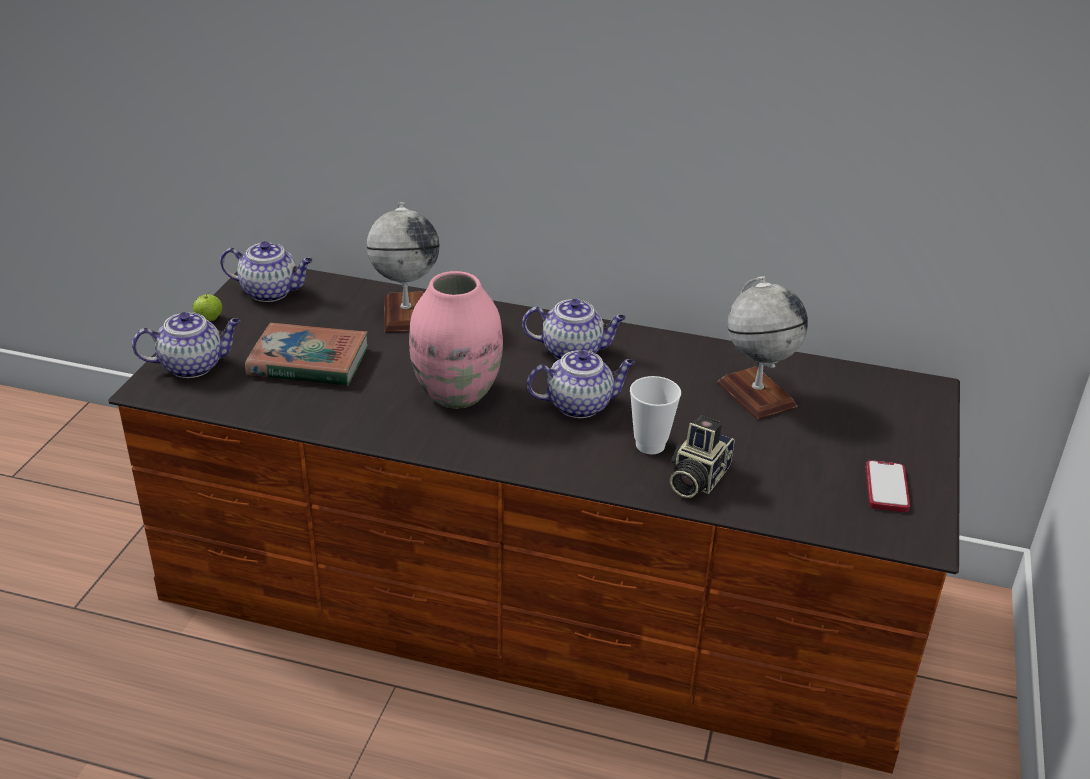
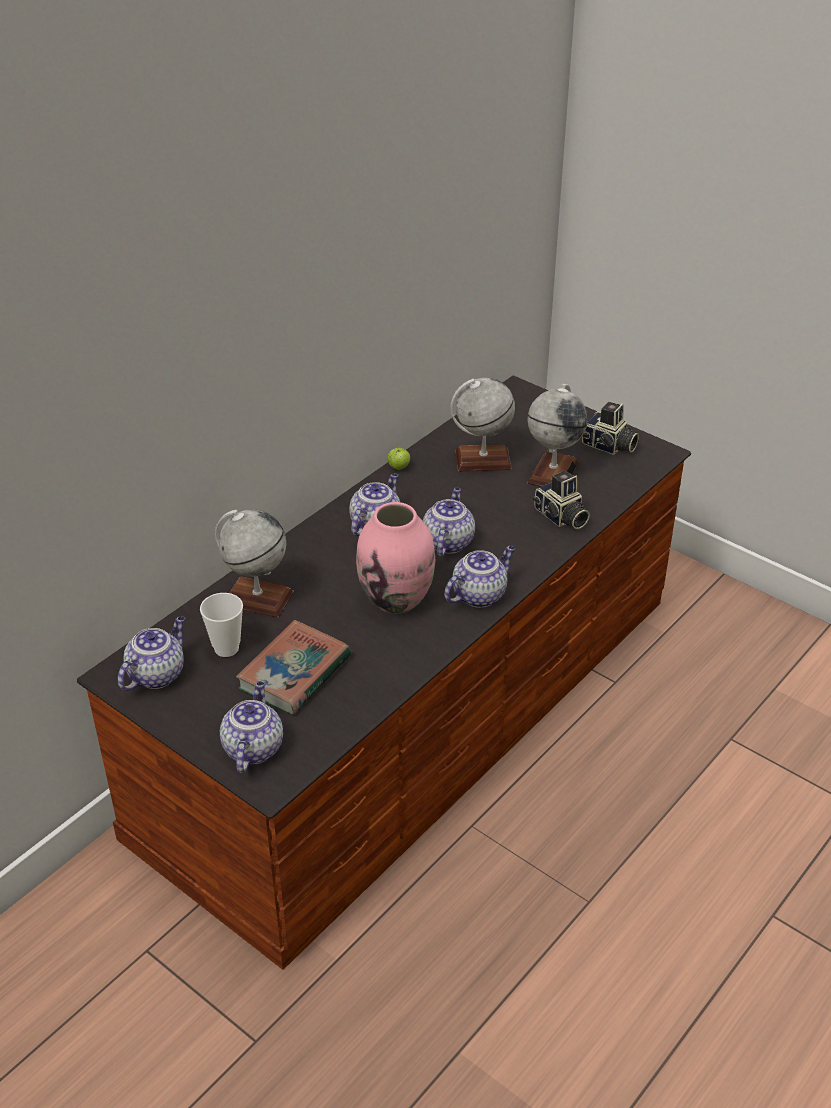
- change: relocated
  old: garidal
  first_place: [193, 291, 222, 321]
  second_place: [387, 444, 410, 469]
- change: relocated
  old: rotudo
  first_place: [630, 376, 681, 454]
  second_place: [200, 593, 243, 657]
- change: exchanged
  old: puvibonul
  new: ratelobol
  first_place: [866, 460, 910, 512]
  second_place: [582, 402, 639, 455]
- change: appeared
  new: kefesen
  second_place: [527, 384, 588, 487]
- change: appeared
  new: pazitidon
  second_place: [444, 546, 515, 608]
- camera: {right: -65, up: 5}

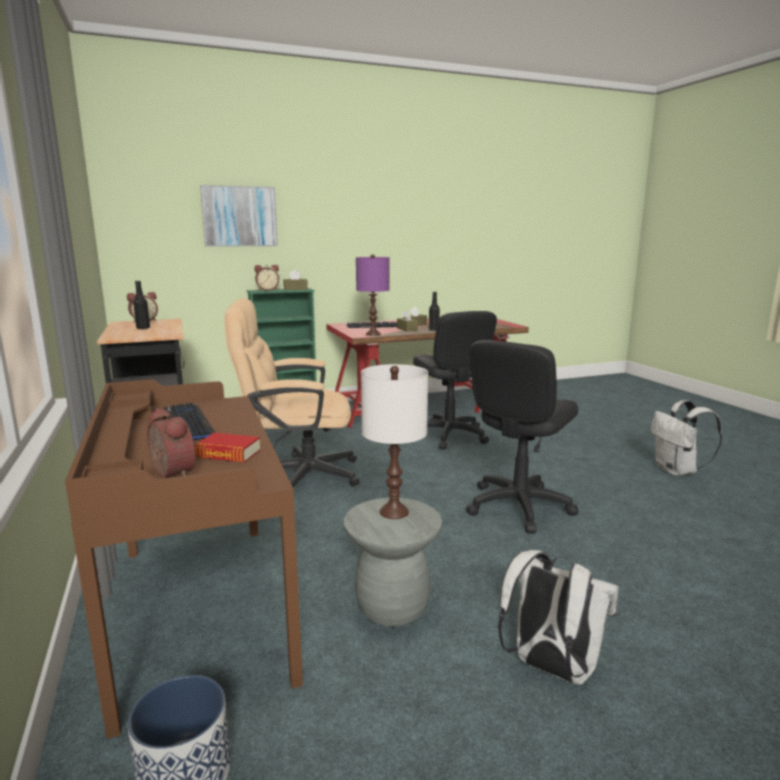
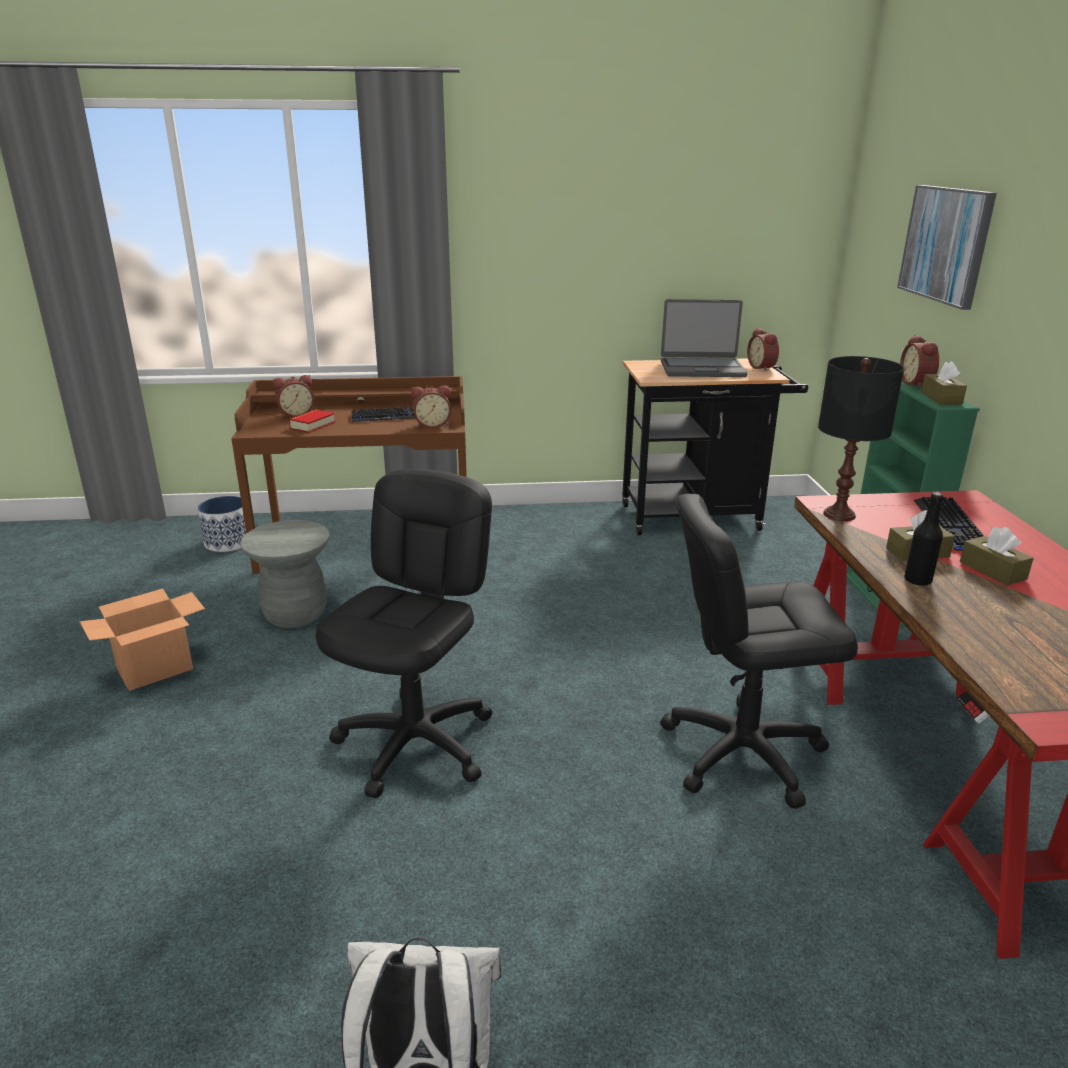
- change: colour
  old: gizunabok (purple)
  new: gizunabok (black)
  first_place: [356, 254, 390, 336]
  second_place: [818, 356, 904, 521]
- change: exchanged
  old: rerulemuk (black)
  new: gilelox
  first_place: [133, 281, 150, 329]
  second_place: [661, 299, 748, 377]
- change: missing
  old: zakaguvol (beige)
  first_place: [224, 298, 359, 487]
- change: spun
  old: zakaguvol (black)
  first_place: [466, 340, 578, 533]
  second_place: [316, 469, 492, 798]
  degrees: 60
- change: missing
  old: gizunabok (white)
  first_place: [361, 364, 428, 519]
- change: exchanged
  old: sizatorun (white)
  new: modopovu
  first_place: [498, 550, 619, 685]
  second_place: [80, 589, 205, 691]
- change: appeared
  new: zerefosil
  second_place: [411, 385, 451, 428]
- camera: {right: 105, up: 10}

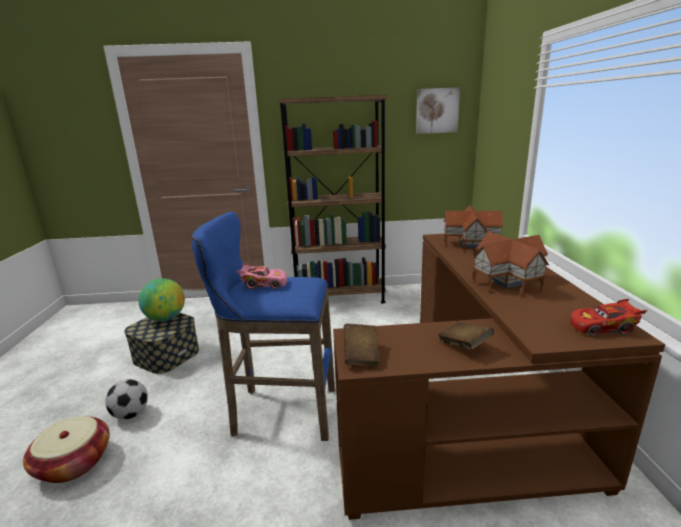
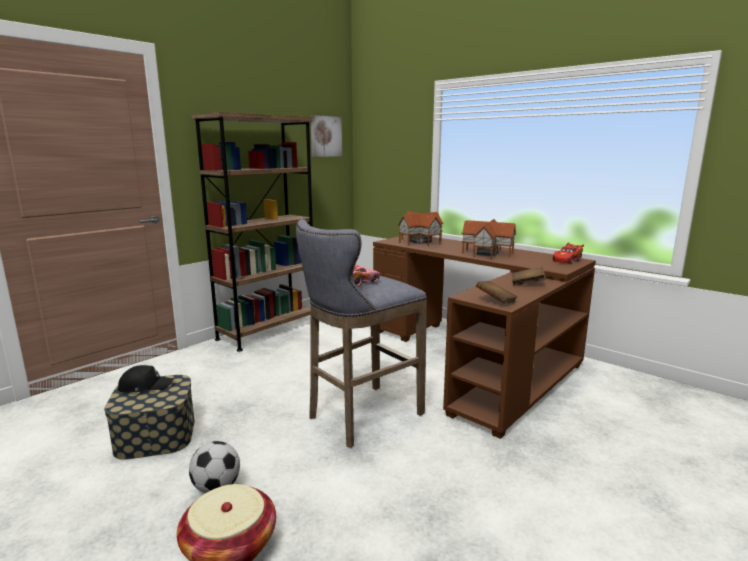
- change: colour
  old: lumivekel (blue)
  new: lumivekel (grey)
  first_place: [191, 212, 335, 441]
  second_place: [296, 219, 427, 448]
- change: exchanged
  old: kefesen
  new: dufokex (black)
  first_place: [138, 278, 185, 321]
  second_place: [117, 365, 174, 393]
- camera: {right: -45, up: -5}

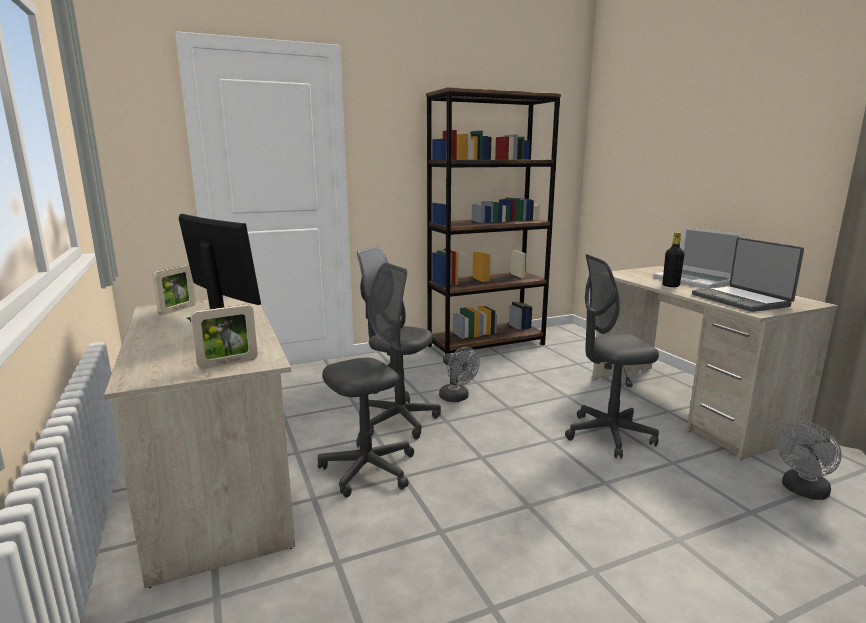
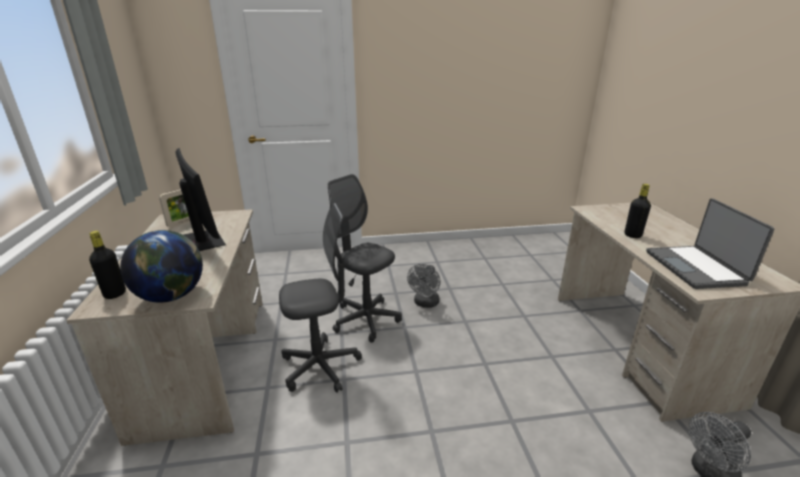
- change: missing
  old: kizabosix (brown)
  first_place: [426, 87, 561, 355]
- change: missing
  old: gilelox
  first_place: [653, 228, 742, 289]
- change: missing
  old: zakaguvol (grey)
  first_place: [565, 254, 659, 459]
- change: exchanged
  old: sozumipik
  new: kefesen
  first_place: [191, 304, 258, 369]
  second_place: [120, 230, 203, 303]
- change: spun
  old: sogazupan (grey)
  first_place: [439, 347, 480, 402]
  second_place: [407, 264, 440, 308]
  degrees: 45
- change: appeared
  new: rerulemuk (black)
  second_place: [89, 231, 126, 299]
- camera: {right: 15, up: 10}

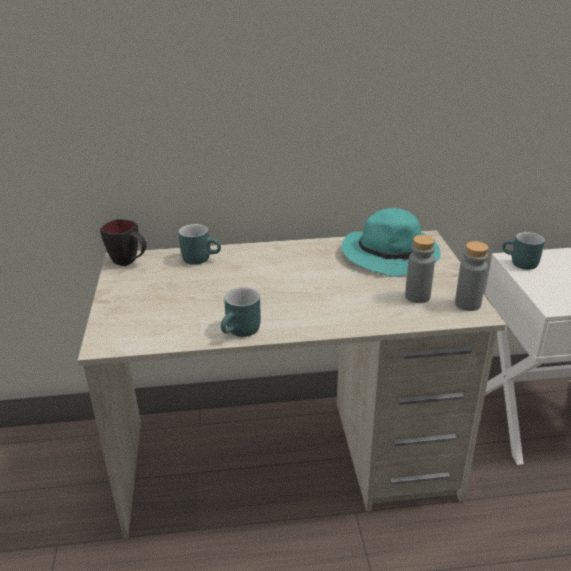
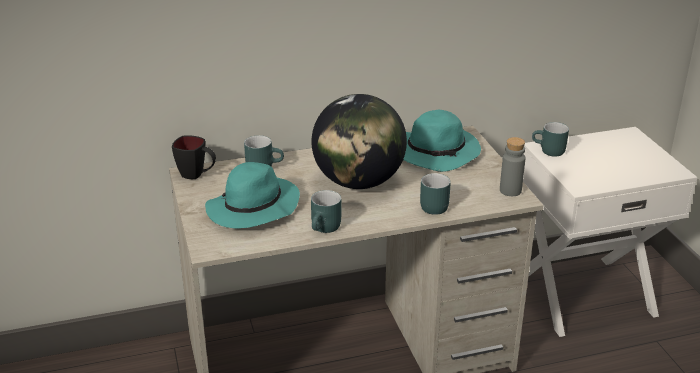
- change: missing
  old: rerulemuk (grey)
  first_place: [405, 235, 435, 303]
- change: appeared
  new: kefesen
  second_place: [312, 94, 407, 189]
- change: appeared
  new: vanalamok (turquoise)
  second_place: [205, 162, 300, 228]
- change: appeared
  new: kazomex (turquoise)
  second_place: [420, 173, 451, 215]
- camera: {right: -10, up: 0}

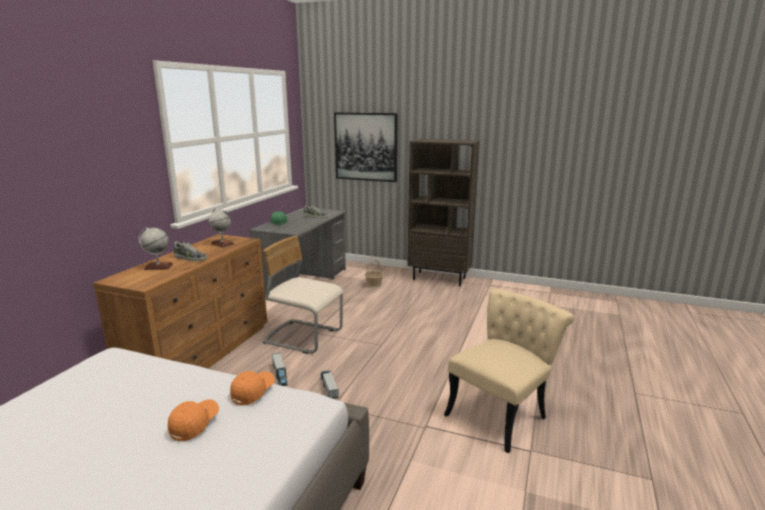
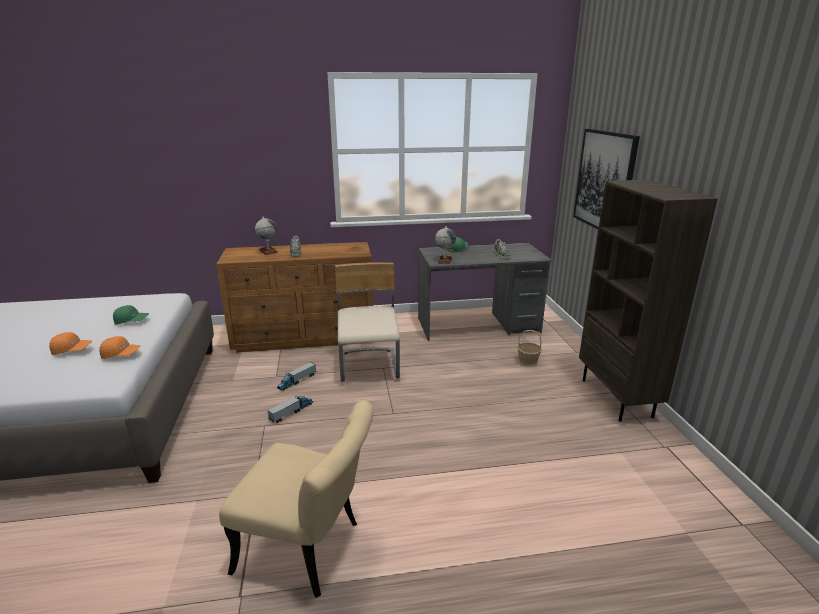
- change: relocated
  old: kefesen
  first_place: [209, 208, 234, 248]
  second_place: [435, 226, 456, 264]
- change: appeared
  new: dufokex (green)
  second_place: [113, 305, 149, 325]
- camera: {right: 60, up: 5}

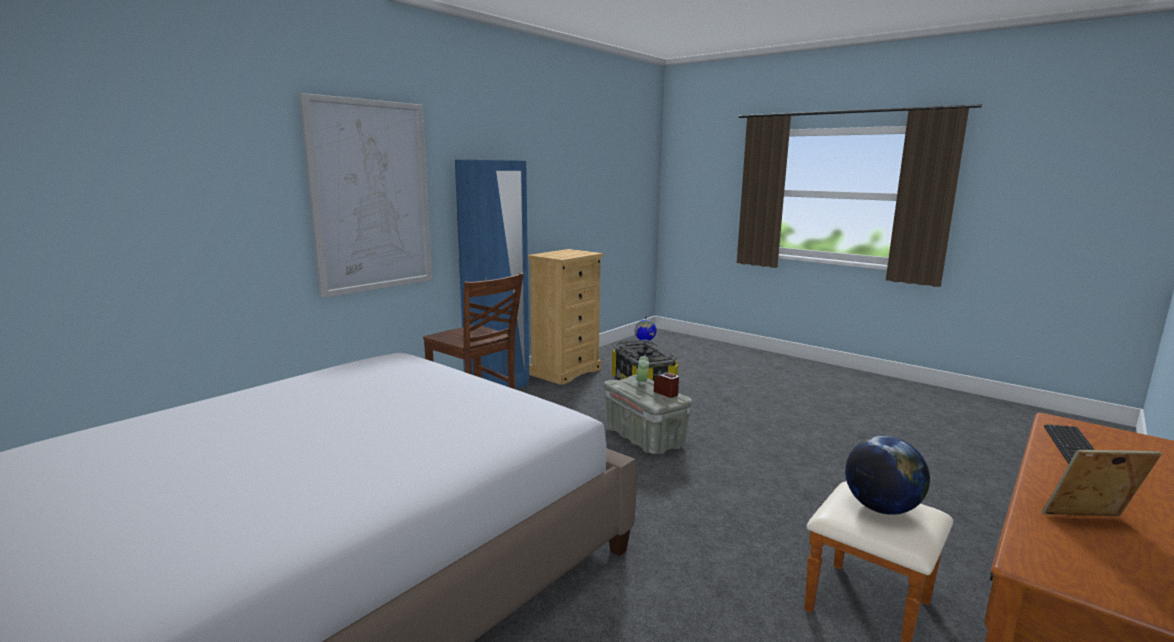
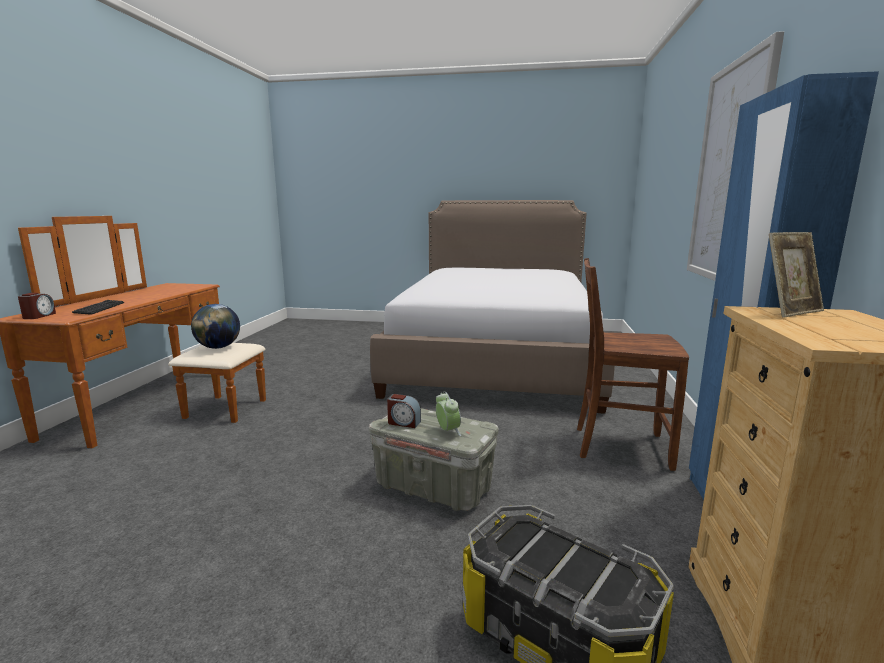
- change: missing
  old: kefesen
  first_place: [635, 316, 656, 355]
- change: relocated
  old: sozumipik
  first_place: [1042, 450, 1162, 517]
  second_place: [769, 232, 824, 318]
- change: appeared
  new: zerefosil
  second_place: [18, 293, 56, 319]
- camera: {right: 150, up: 0}

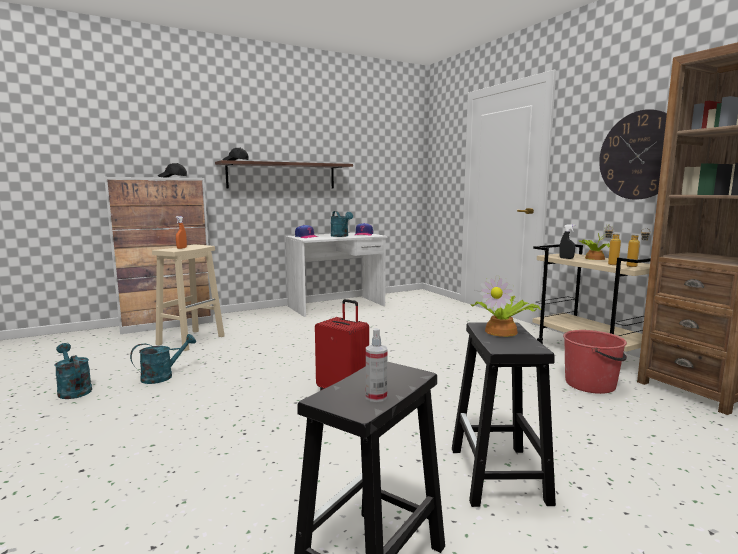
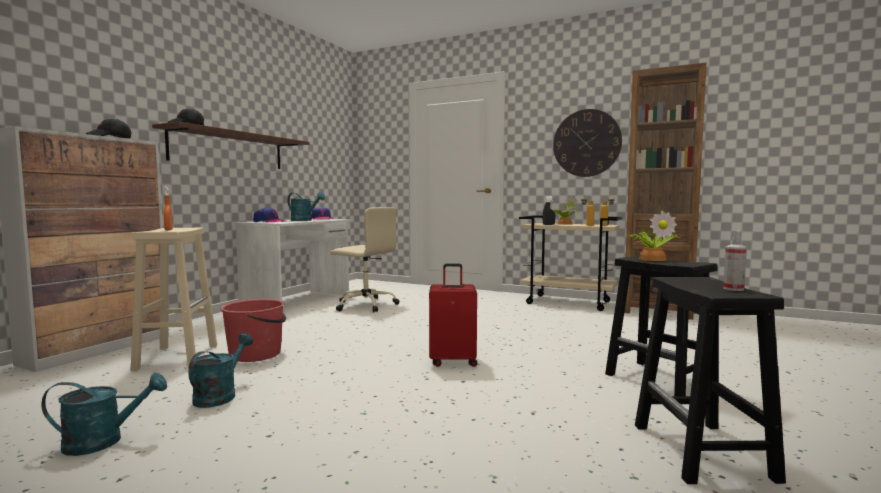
- change: relocated
  old: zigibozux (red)
  first_place: [563, 330, 627, 394]
  second_place: [221, 299, 286, 362]
- change: spun
  old: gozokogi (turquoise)
  first_place: [55, 343, 92, 399]
  second_place: [41, 373, 167, 456]
  degrees: 150
- change: appeared
  new: zakaguvol (beige)
  second_place: [330, 207, 399, 312]
- camera: {right: -35, up: -5}

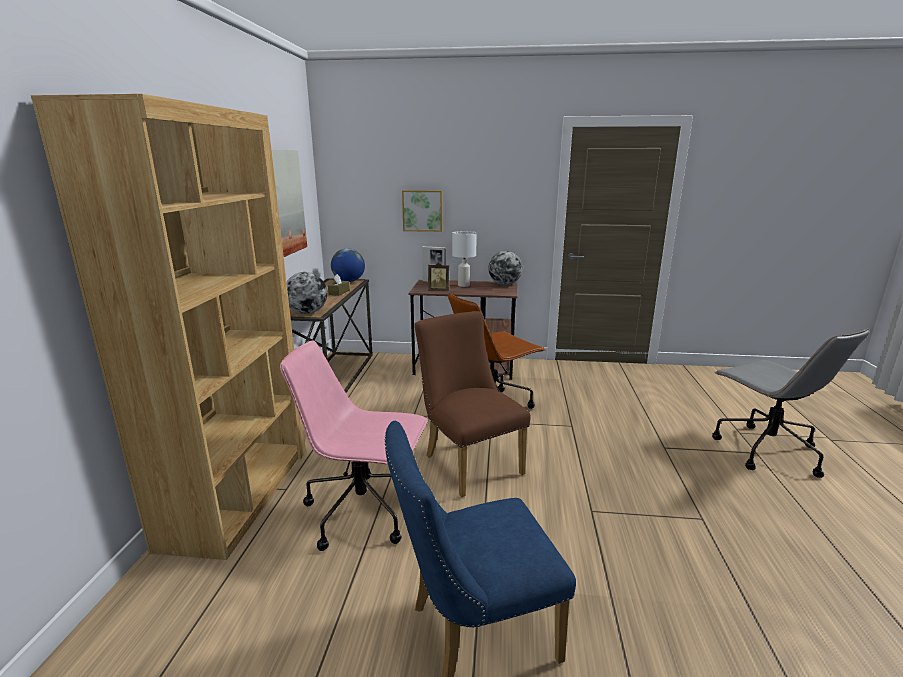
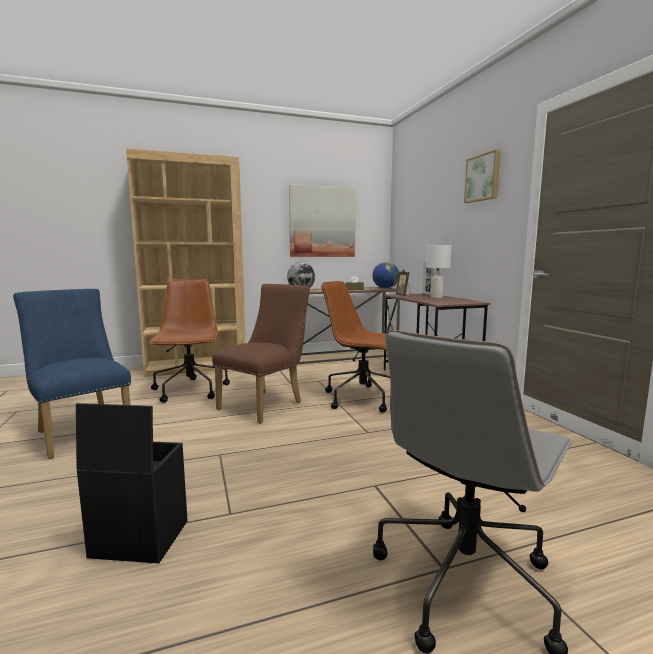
- change: relocated
  old: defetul
  first_place: [402, 190, 443, 232]
  second_place: [464, 150, 501, 203]
- change: missing
  old: kefesen
  first_place: [489, 251, 523, 285]
- change: colour
  old: zakaguvol (pink)
  new: zakaguvol (brown)
  first_place: [280, 341, 428, 551]
  second_place: [150, 279, 230, 403]
- change: appeared
  new: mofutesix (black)
  second_place: [76, 403, 188, 563]
- camera: {right: 65, up: -10}

